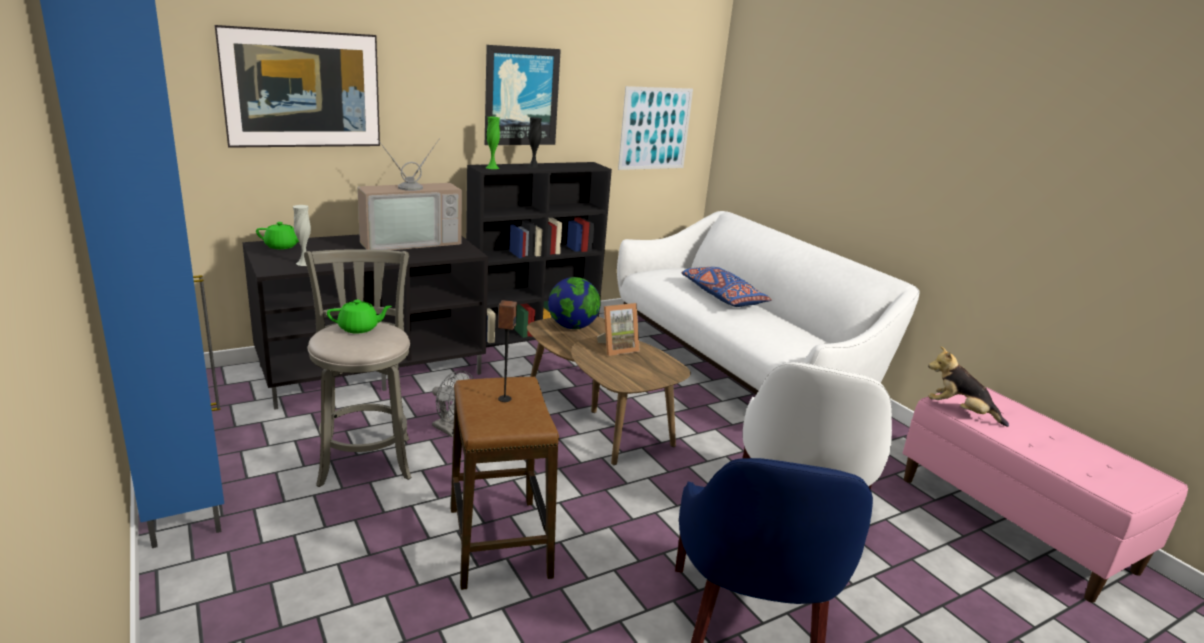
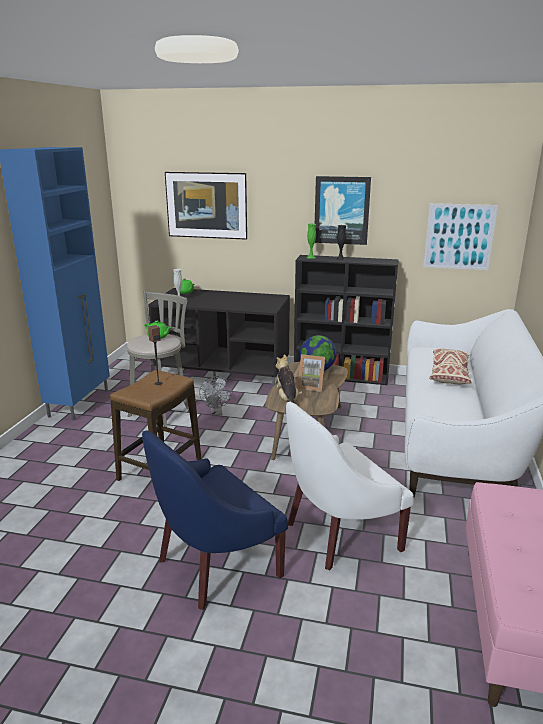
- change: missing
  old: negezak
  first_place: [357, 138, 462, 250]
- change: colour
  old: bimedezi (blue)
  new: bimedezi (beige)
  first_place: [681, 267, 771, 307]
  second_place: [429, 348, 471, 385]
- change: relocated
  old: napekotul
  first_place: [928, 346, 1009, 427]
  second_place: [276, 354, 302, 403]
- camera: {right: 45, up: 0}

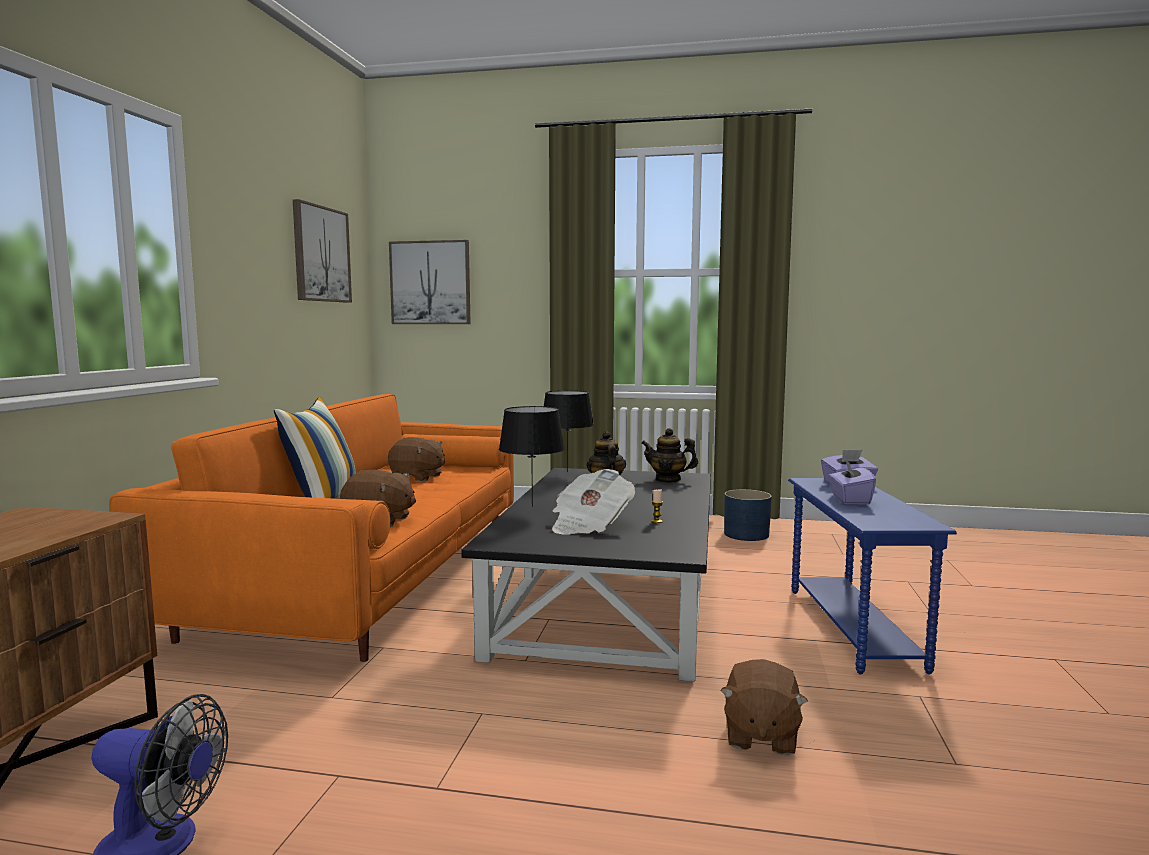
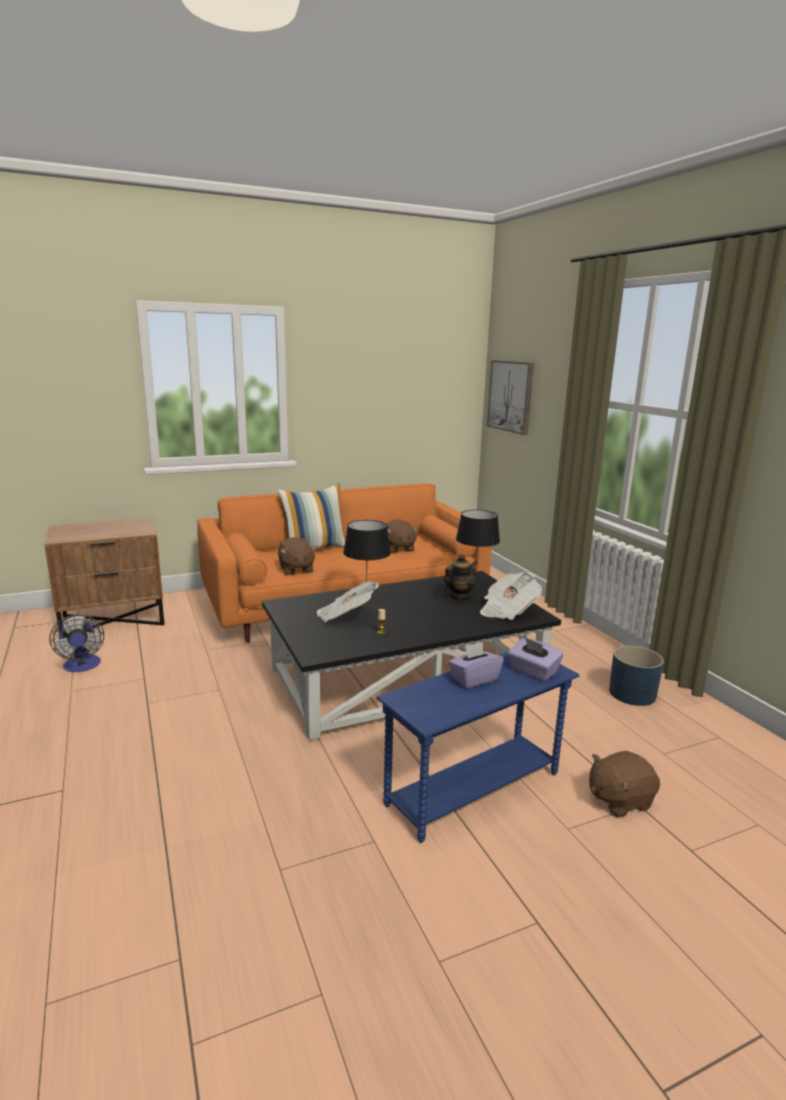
- change: missing
  old: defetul
  first_place: [293, 199, 352, 303]
- change: exchanged
  old: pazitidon
  new: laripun
  first_place: [641, 428, 698, 483]
  second_place: [480, 572, 542, 620]
- change: relocated
  old: napekotul (brown)
  first_place: [720, 659, 808, 756]
  second_place: [589, 751, 660, 818]
- camera: {right: 55, up: 10}

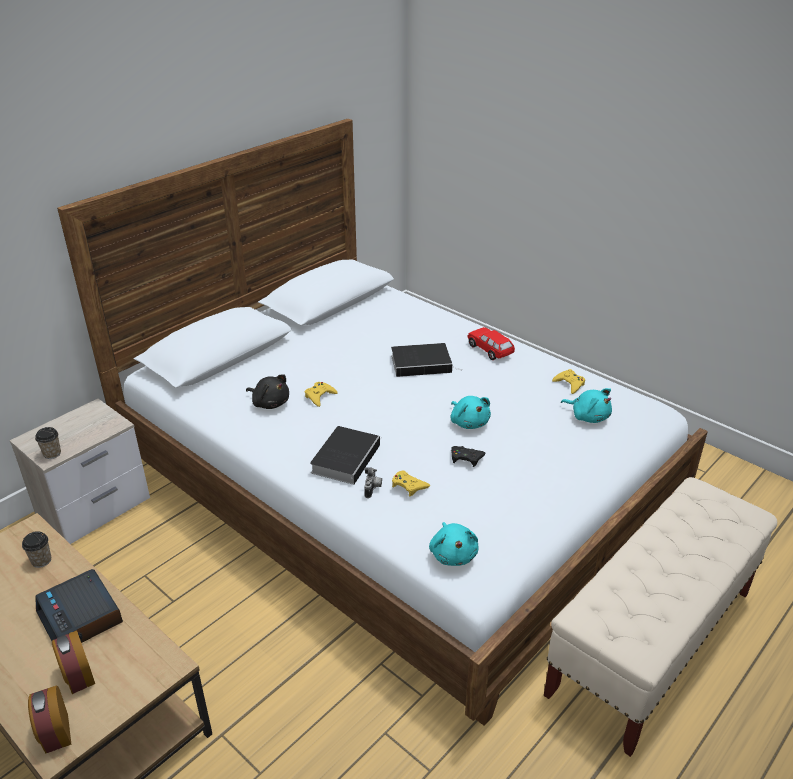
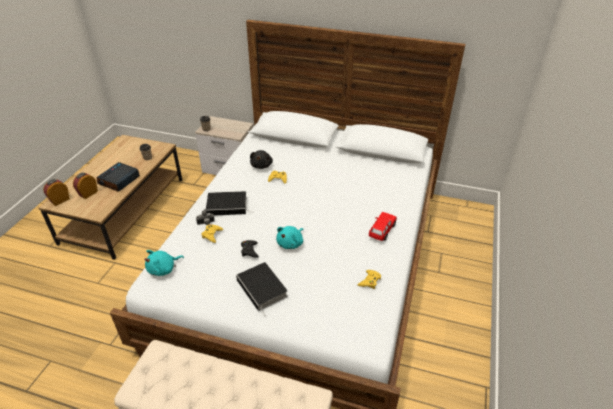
- change: relocated
  old: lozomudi
  first_place: [391, 343, 458, 377]
  second_place: [236, 262, 288, 316]
- change: missing
  old: napekotul (turquoise)
  first_place: [561, 388, 612, 423]
- camera: {right: 65, up: 5}

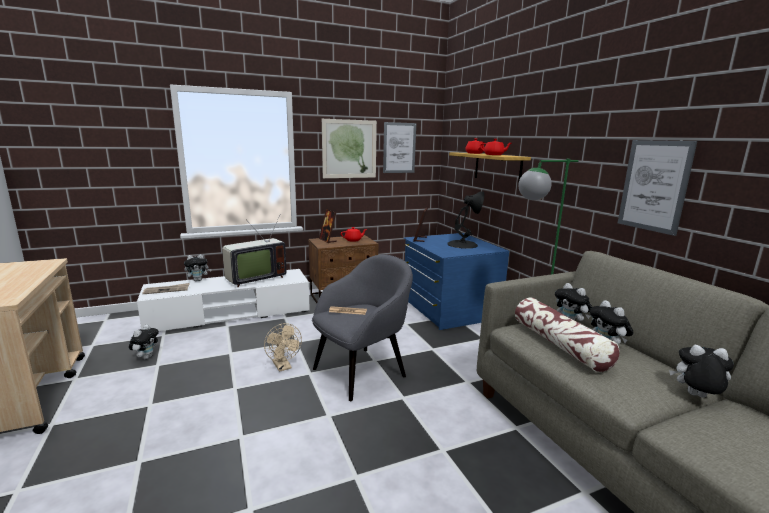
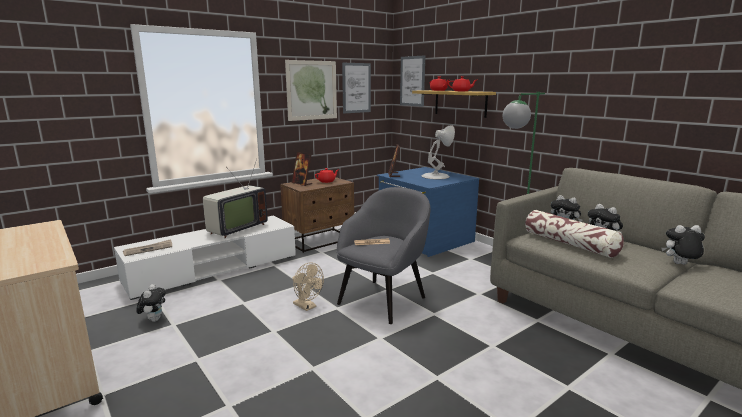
- change: relocated
  old: defetul
  first_place: [618, 140, 697, 236]
  second_place: [400, 55, 425, 107]
- change: colour
  old: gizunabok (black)
  new: gizunabok (white)
  first_place: [447, 191, 484, 249]
  second_place: [421, 125, 455, 179]
- change: missing
  old: napekotul
  first_place: [184, 254, 212, 281]
- camera: {right: -15, up: 0}

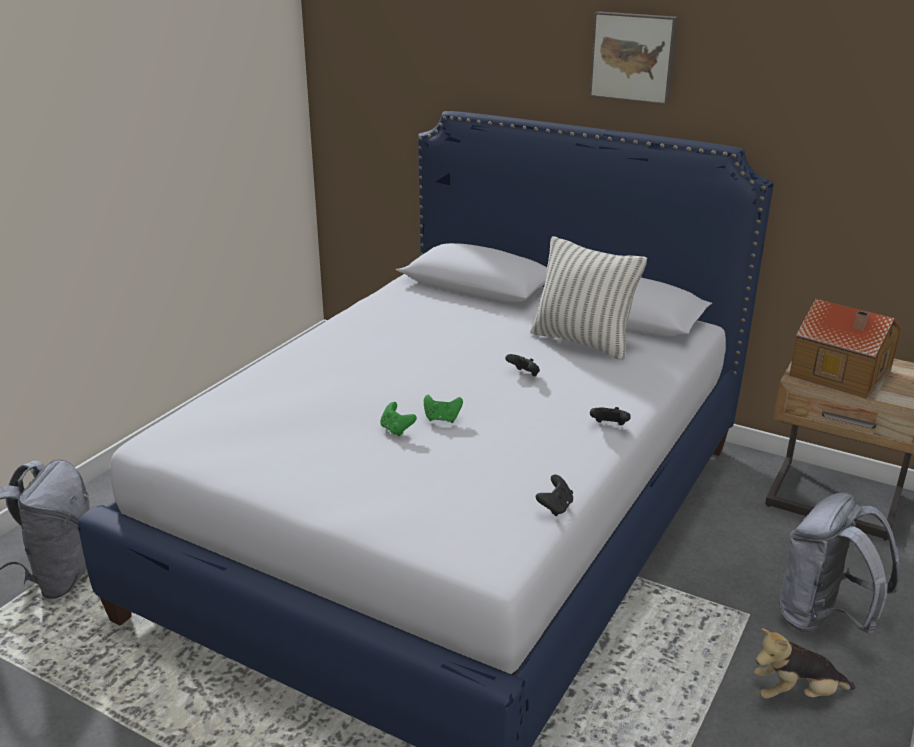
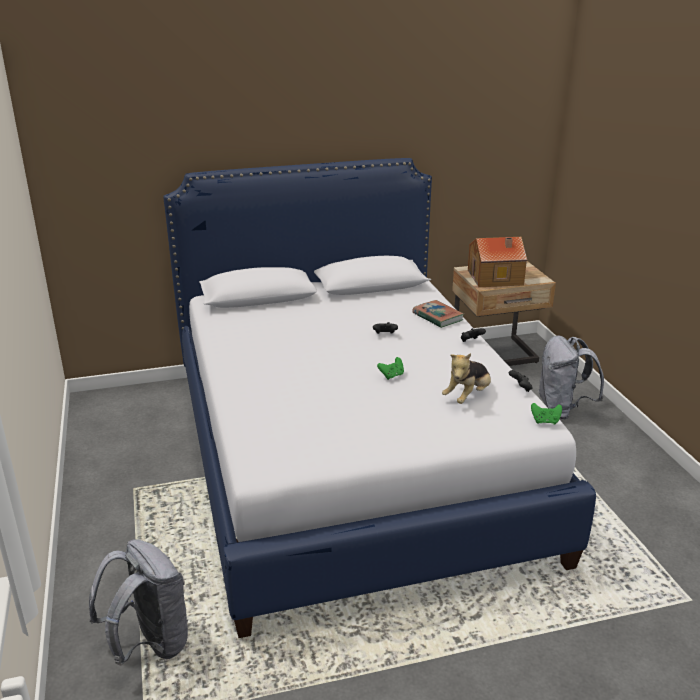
- change: missing
  old: defetul
  first_place: [590, 11, 678, 105]
- change: missing
  old: bimedezi
  first_place: [531, 236, 647, 360]
- change: relocated
  old: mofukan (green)
  first_place: [380, 402, 417, 437]
  second_place: [531, 403, 562, 425]
- change: relocated
  old: napekotul
  first_place: [754, 628, 856, 699]
  second_place: [442, 353, 491, 404]
- change: appeared
  new: lozomudi
  second_place: [412, 300, 464, 328]
- camera: {right: -45, up: 0}

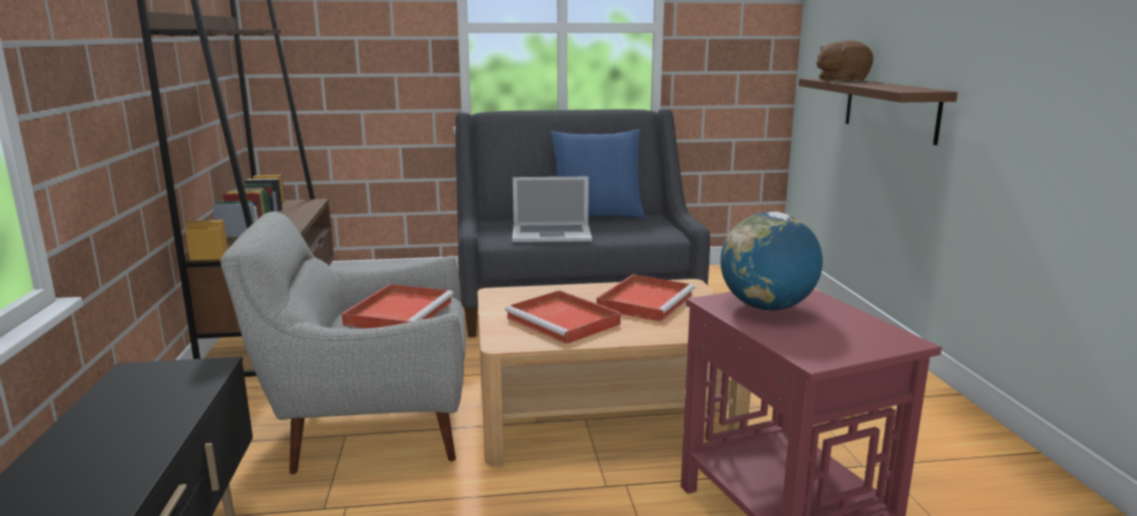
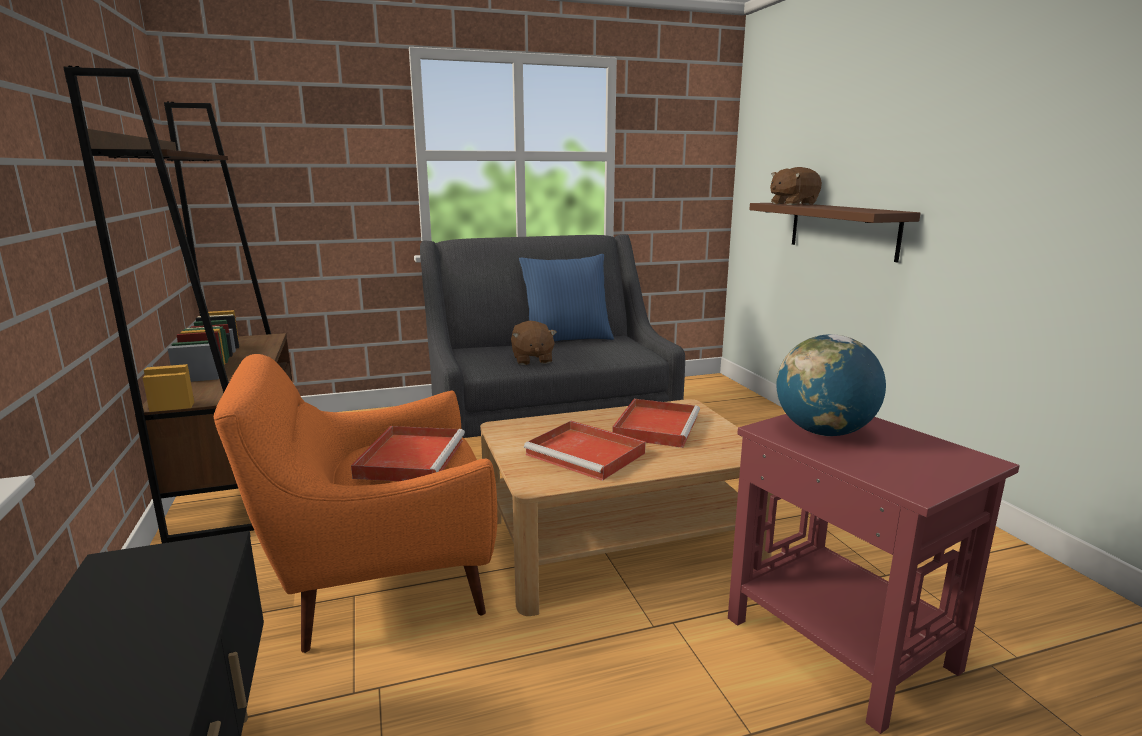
- change: exchanged
  old: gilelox
  new: napekotul (brown)
  first_place: [512, 177, 592, 242]
  second_place: [511, 321, 557, 365]
- change: colour
  old: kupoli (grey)
  new: kupoli (orange)
  first_place: [220, 211, 465, 474]
  second_place: [214, 354, 497, 653]
- camera: {right: -10, up: 0}

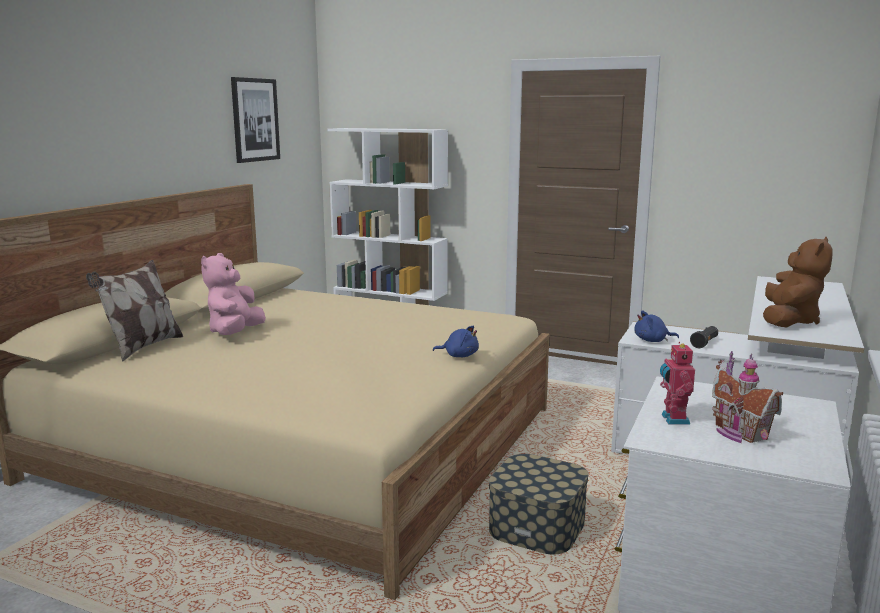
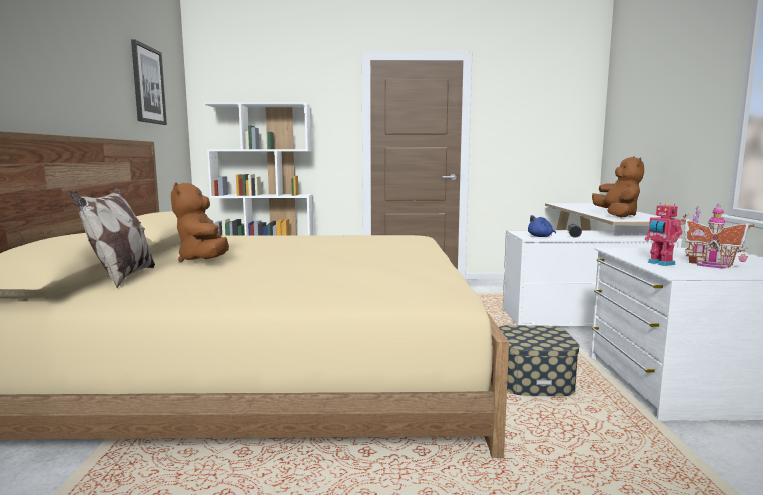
- change: colour
  old: napekotul (pink)
  new: napekotul (brown)
  first_place: [201, 253, 266, 335]
  second_place: [171, 182, 229, 263]
- change: missing
  old: napekotul (blue)
  first_place: [433, 326, 479, 357]
- camera: {right: -25, up: -5}

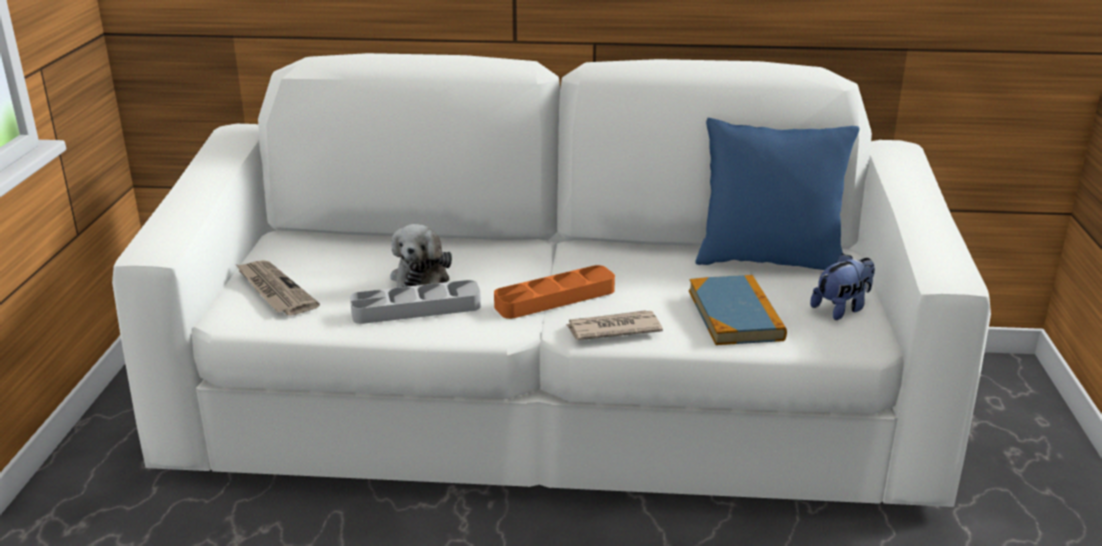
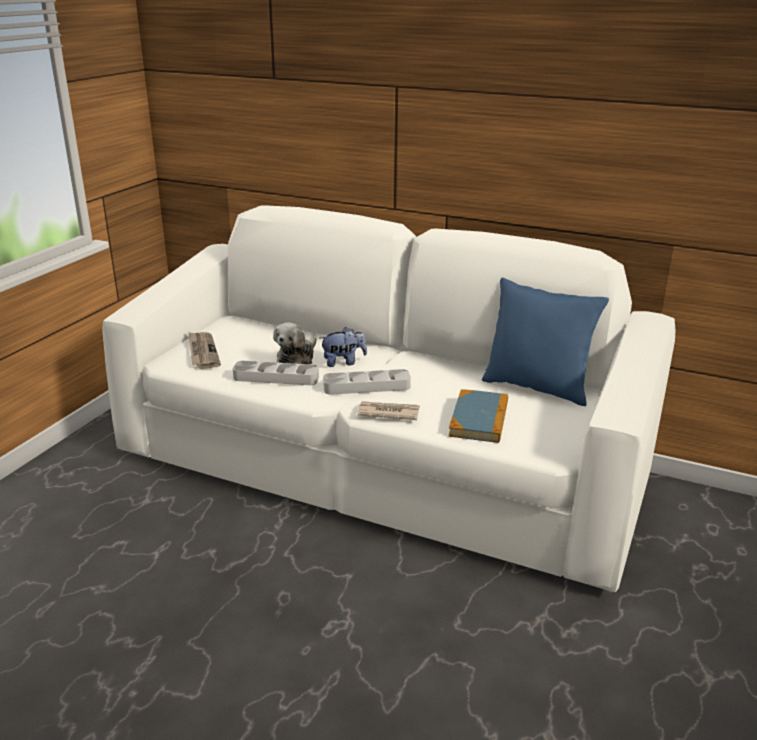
- change: relocated
  old: napekotul
  first_place: [810, 253, 875, 320]
  second_place: [320, 327, 367, 367]
- change: colour
  old: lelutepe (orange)
  new: lelutepe (grey)
  first_place: [494, 265, 615, 319]
  second_place: [323, 369, 411, 395]
- camera: {right: 20, up: 0}

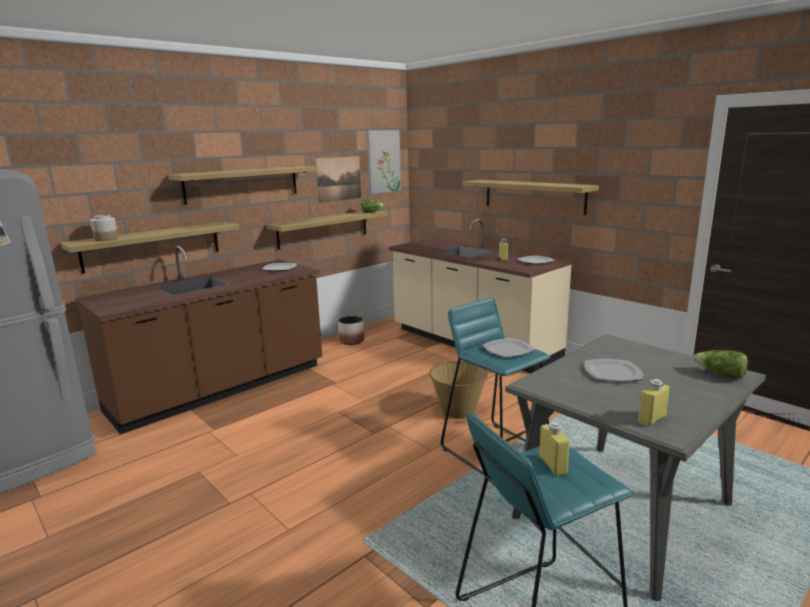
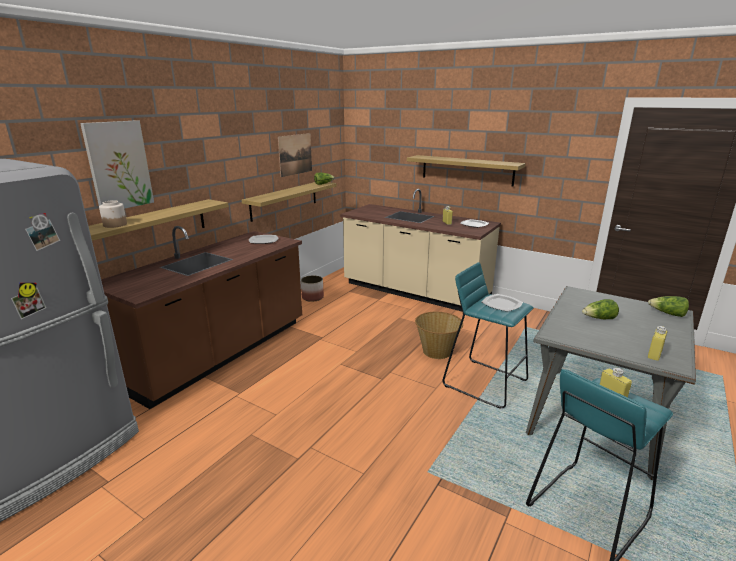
- change: relocated
  old: defetul
  first_place: [366, 130, 401, 194]
  second_place: [80, 120, 154, 209]
- change: missing
  old: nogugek
  first_place: [168, 166, 318, 205]
- change: exchanged
  old: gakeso
  new: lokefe
  first_place: [584, 359, 643, 381]
  second_place: [582, 299, 619, 319]
- camera: {right: -15, up: 5}

